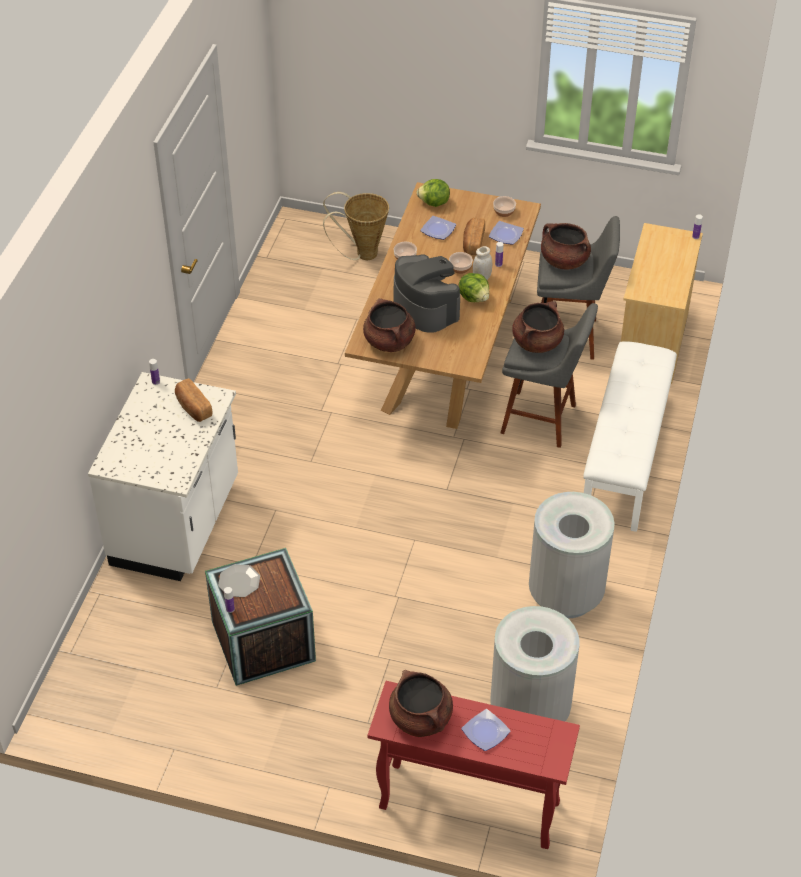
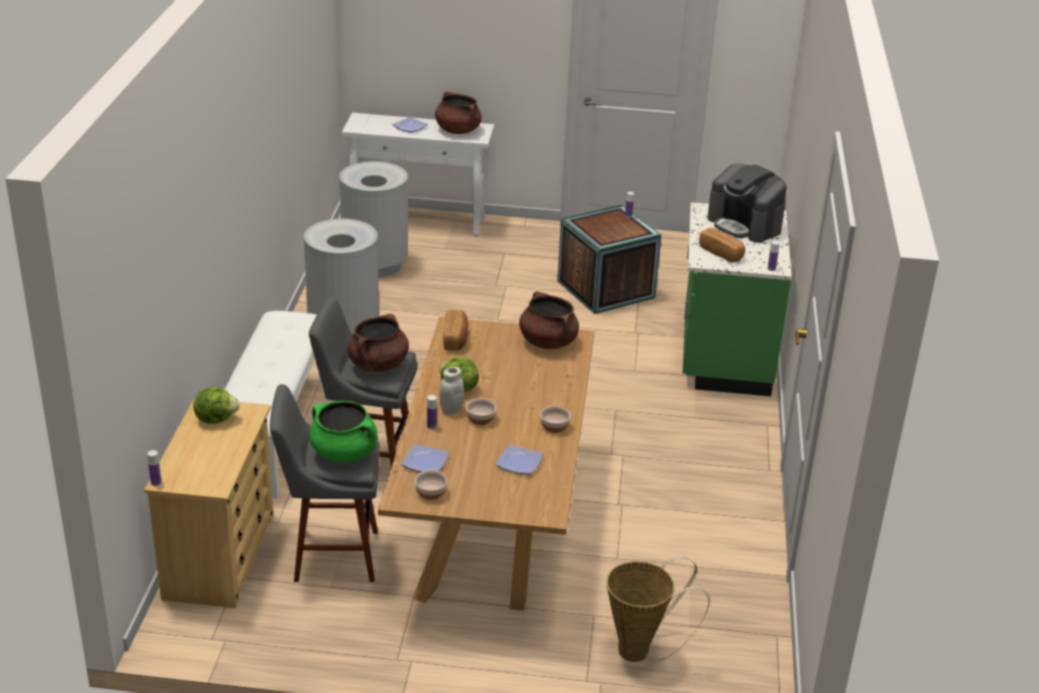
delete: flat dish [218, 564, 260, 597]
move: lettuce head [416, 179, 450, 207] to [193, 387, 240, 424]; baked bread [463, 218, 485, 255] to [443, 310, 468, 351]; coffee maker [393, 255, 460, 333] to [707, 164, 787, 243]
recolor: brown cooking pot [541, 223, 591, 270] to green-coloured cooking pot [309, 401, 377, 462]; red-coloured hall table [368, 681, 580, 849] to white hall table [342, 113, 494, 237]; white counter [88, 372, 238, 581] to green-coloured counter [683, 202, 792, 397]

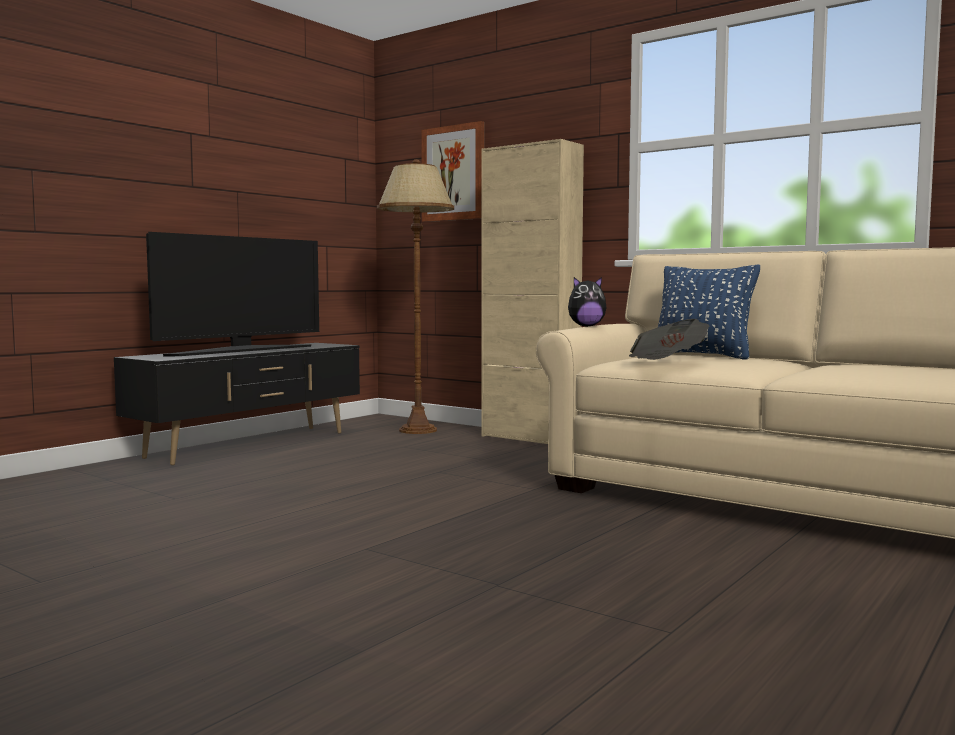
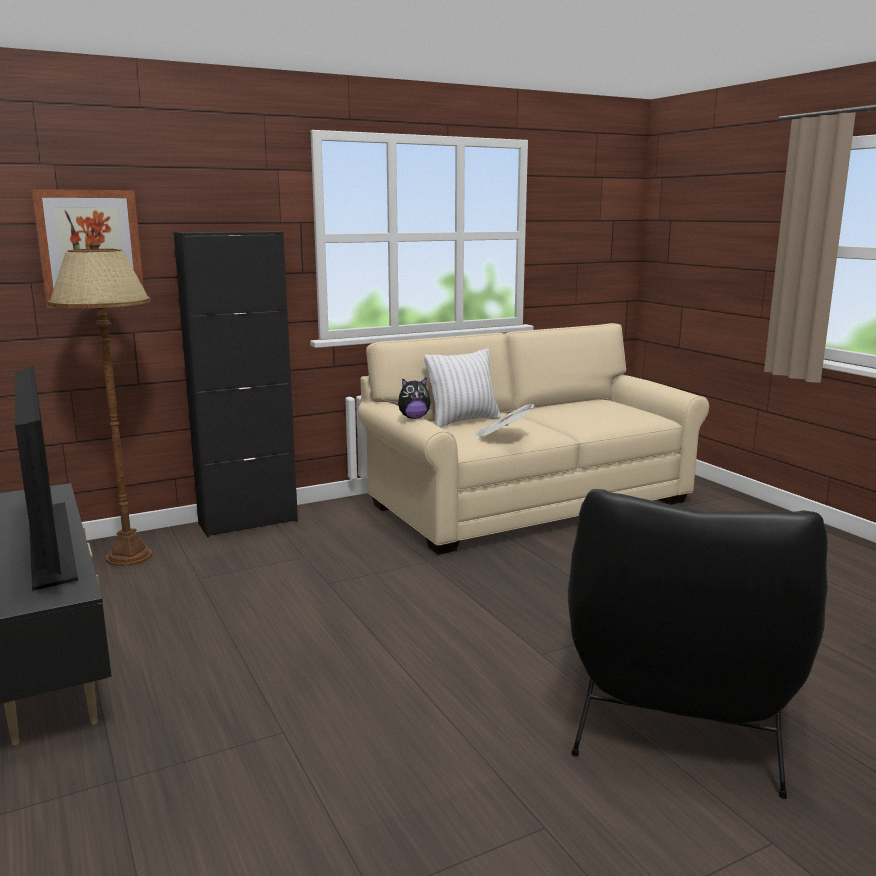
insert: black armchair [568, 489, 828, 799]
recolor: beige storage cabinet [481, 139, 584, 444] to black storage cabinet [173, 231, 298, 537]; blue-coloured pillow [658, 265, 760, 360] to white pillow [424, 349, 501, 427]
rotate: cuddly toy [568, 277, 607, 327] = [398, 378, 431, 419] 60 degrees clockwise

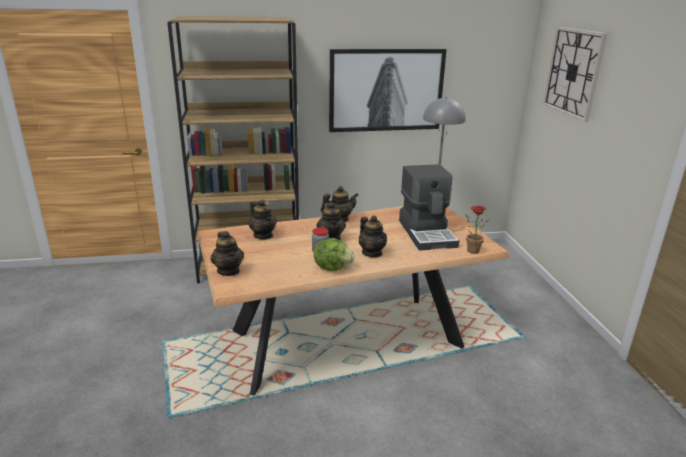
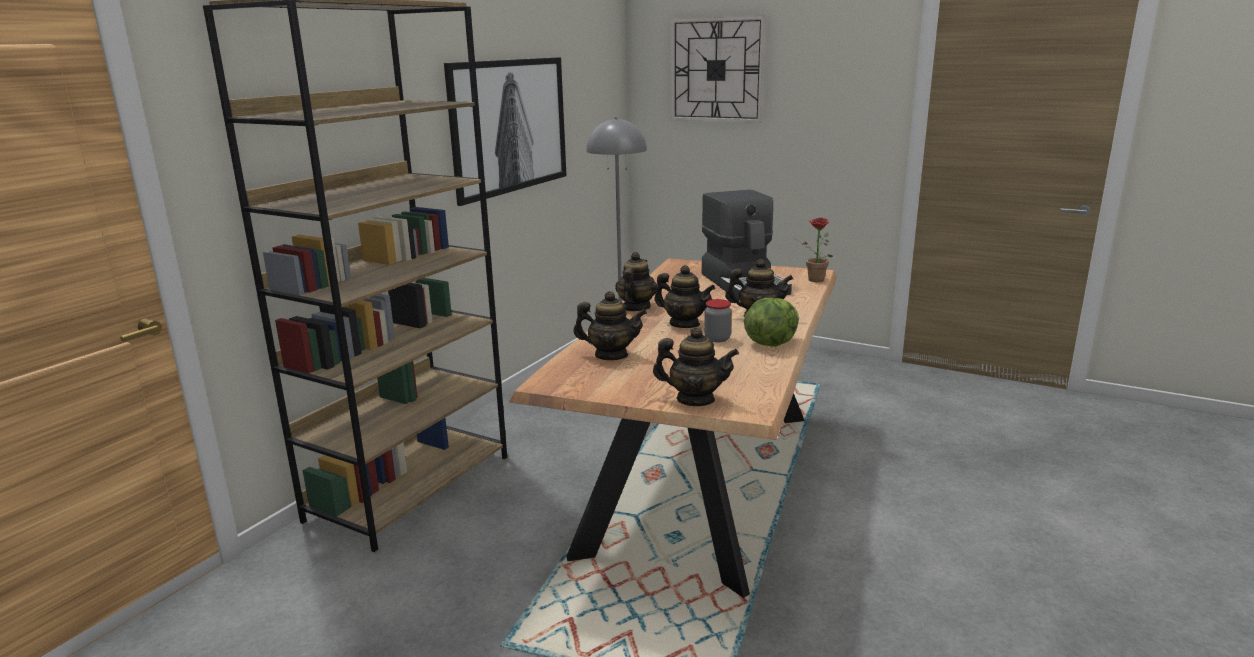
rotate: coffee maker [399, 164, 459, 251] = [702, 190, 792, 301] 45 degrees clockwise

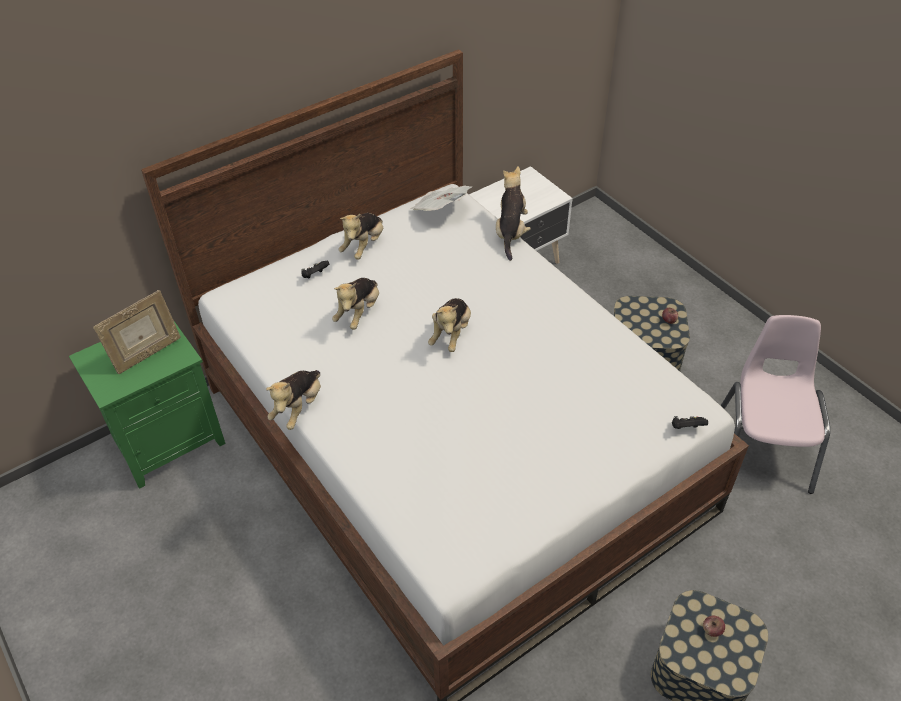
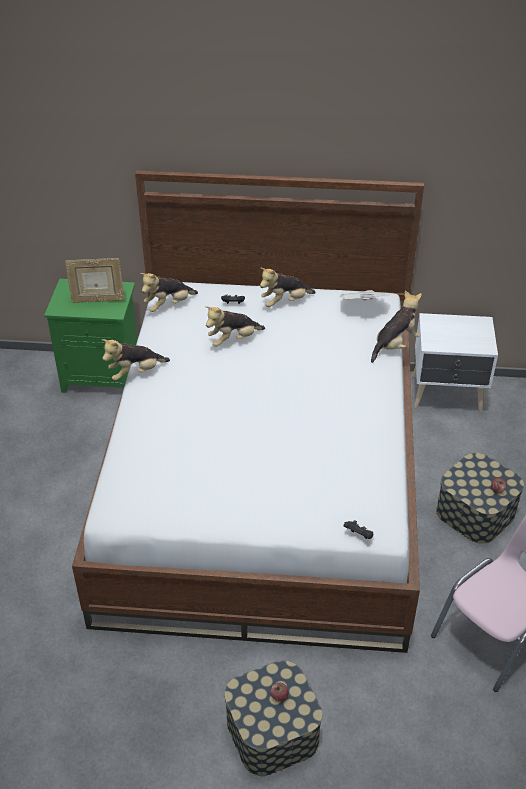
move: cuddly toy [428, 298, 471, 352] to [140, 273, 198, 312]

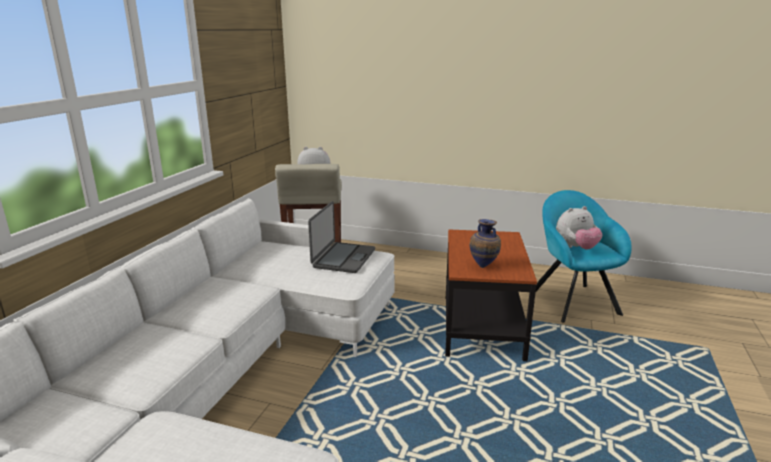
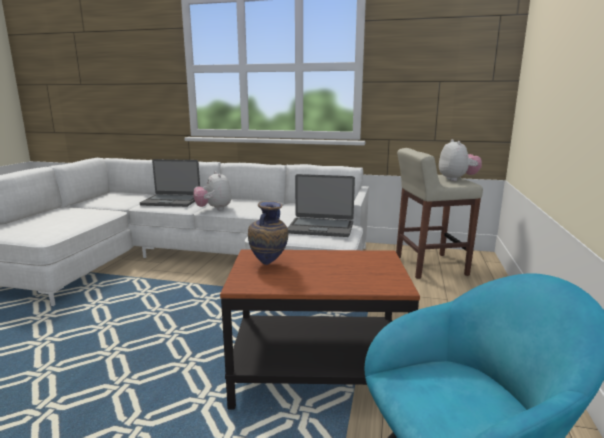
insert: notebook computer [140, 159, 200, 207]
move: cuddly toy [556, 206, 603, 250] to [193, 171, 232, 210]

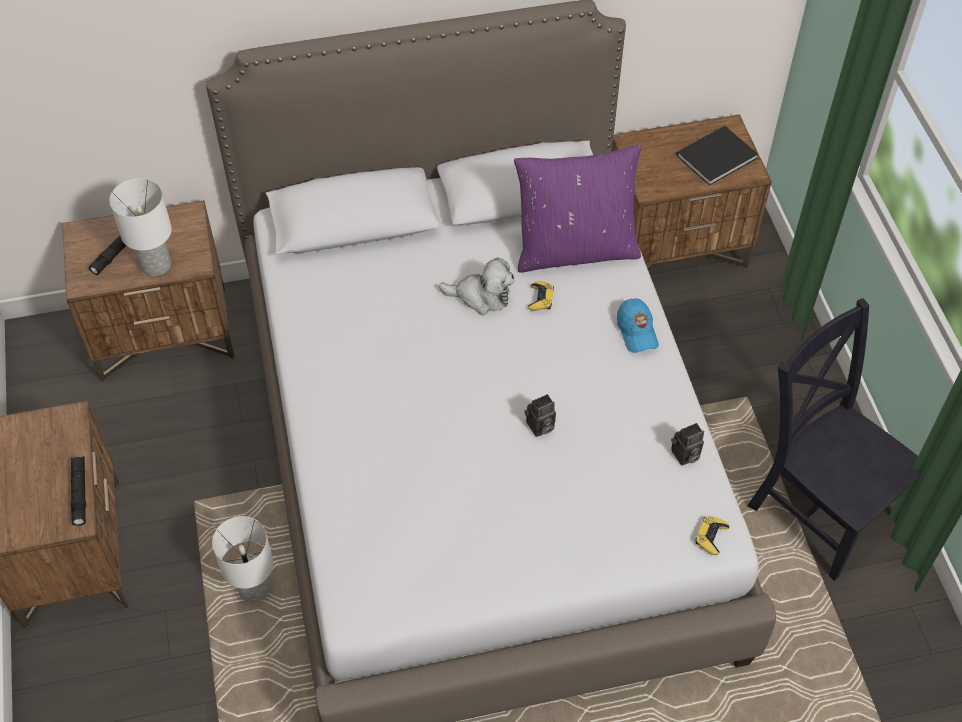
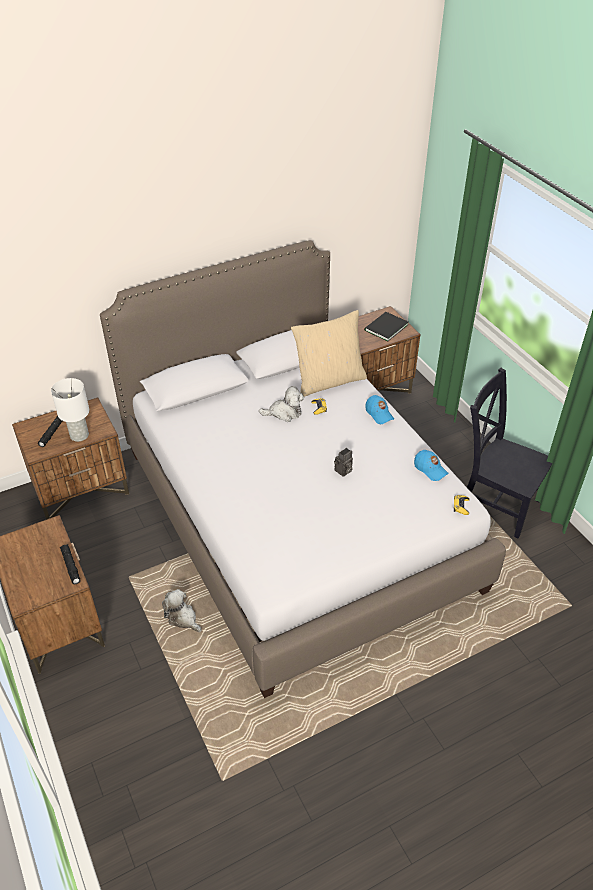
replace: white tabletop lamp [212, 516, 273, 603] to cuddly toy [162, 589, 201, 632]; still camera [671, 423, 704, 465] to blue-coloured baseball cap [414, 450, 449, 481]
recolor: purple-coloured pillow [514, 145, 641, 273] to beige pillow [291, 310, 367, 397]

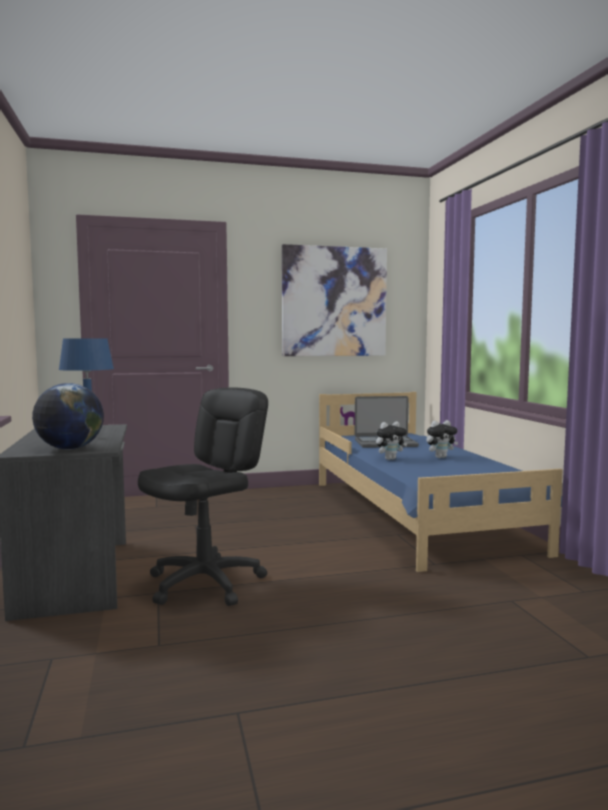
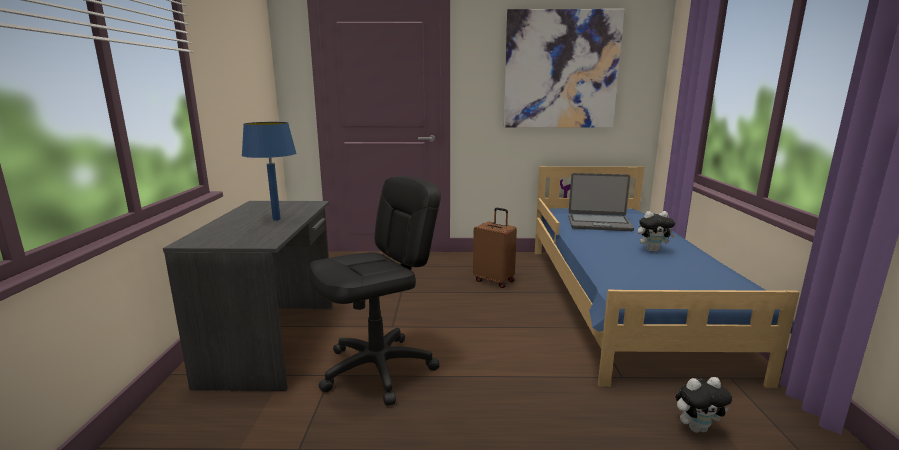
delete: desk globe [32, 383, 104, 450]
insert: brown suitcase [473, 208, 517, 288]
move: cuddly toy [376, 422, 407, 460] to [676, 377, 732, 433]

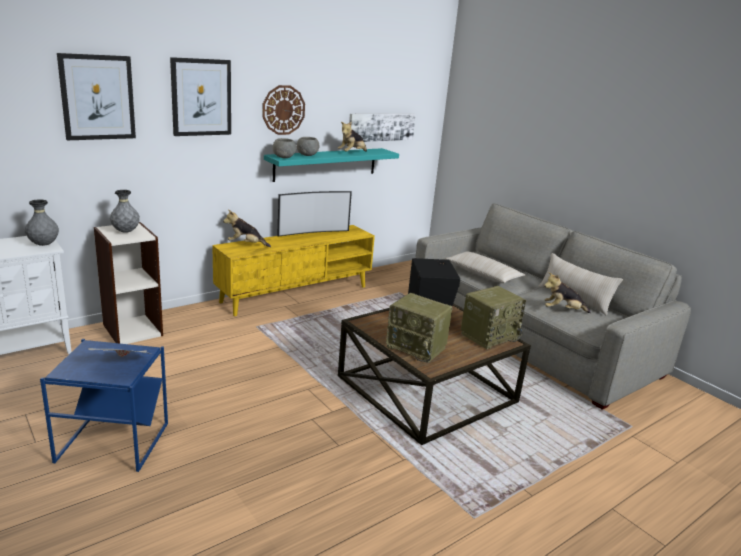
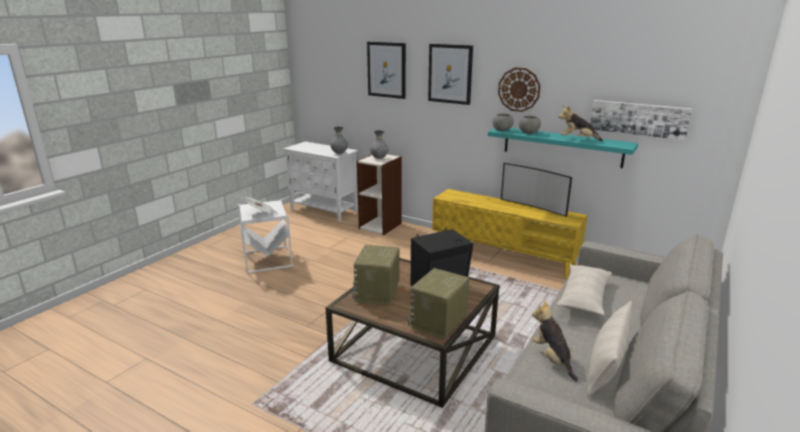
delete: cuddly toy [223, 210, 271, 247]
recolor: blue-coloured end table [40, 339, 168, 472] to white end table [238, 200, 293, 273]
rotate: radio receiver [461, 286, 526, 349] = [408, 268, 469, 340] 90 degrees clockwise

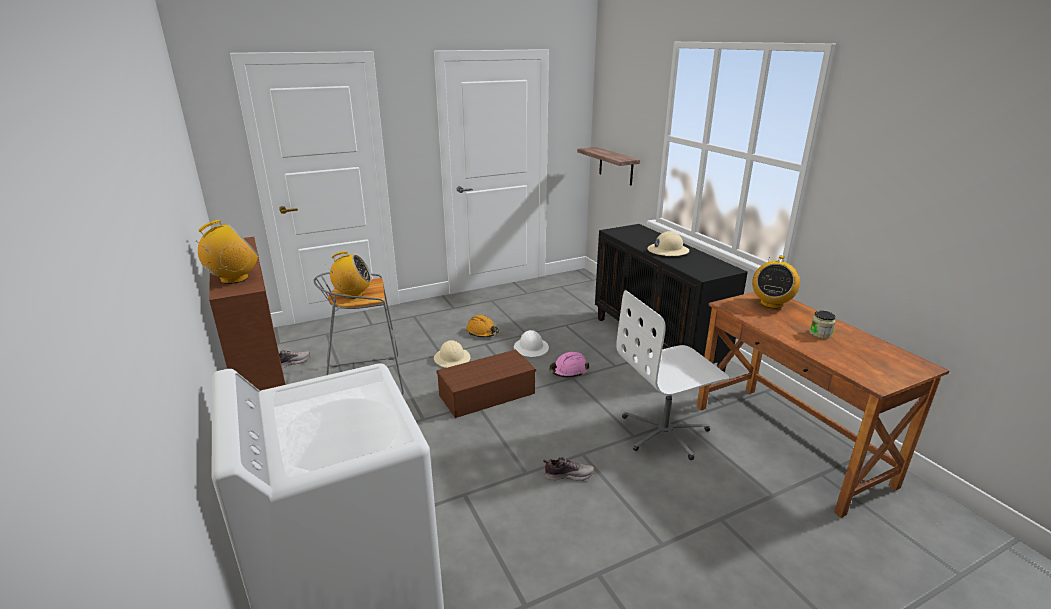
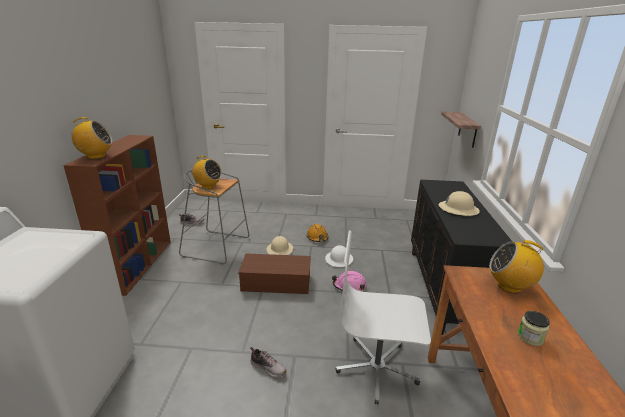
rotate: radio receiver [752, 255, 800, 309] = [489, 240, 545, 293] 45 degrees clockwise

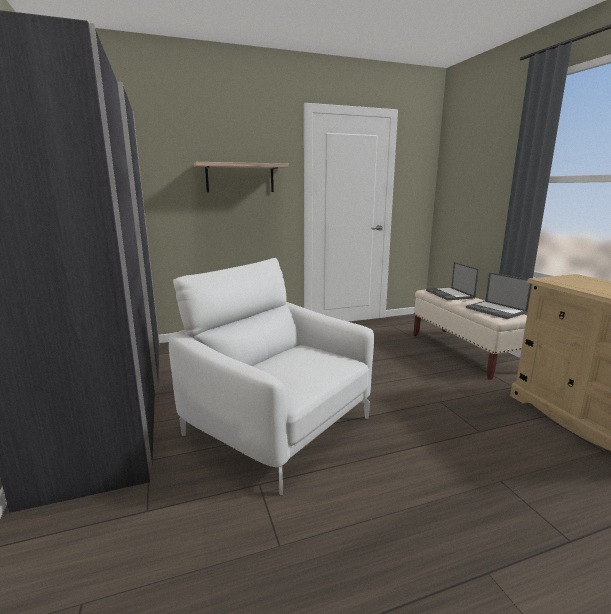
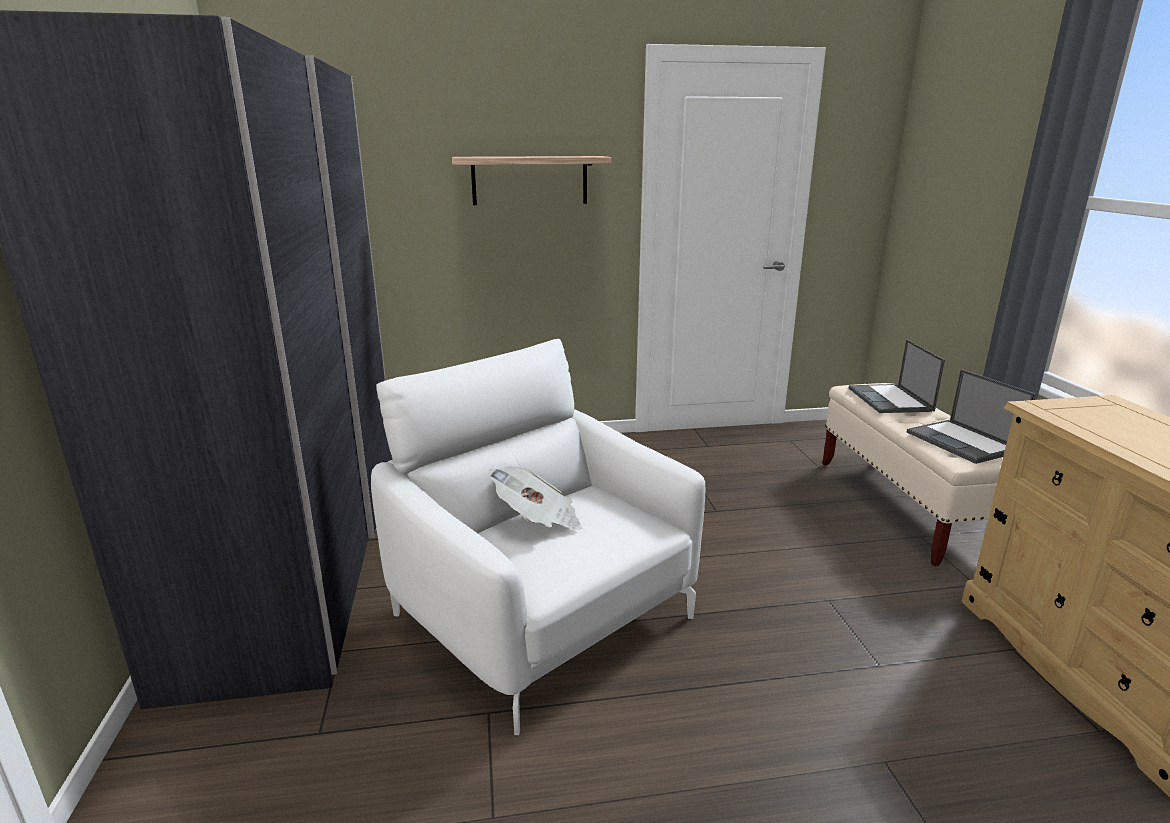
insert: daily paper [488, 466, 582, 530]

